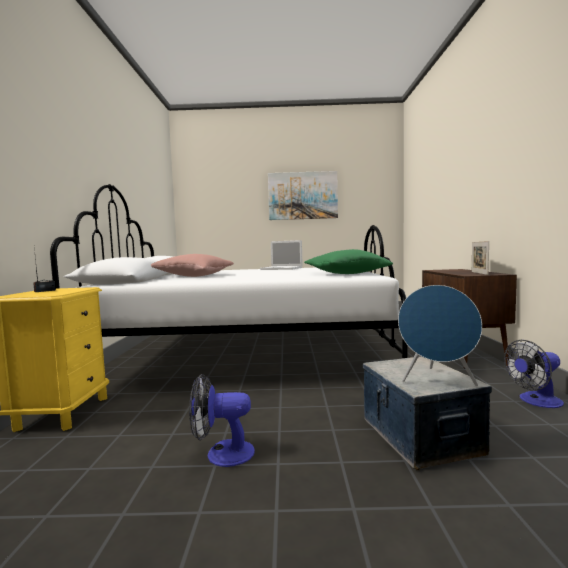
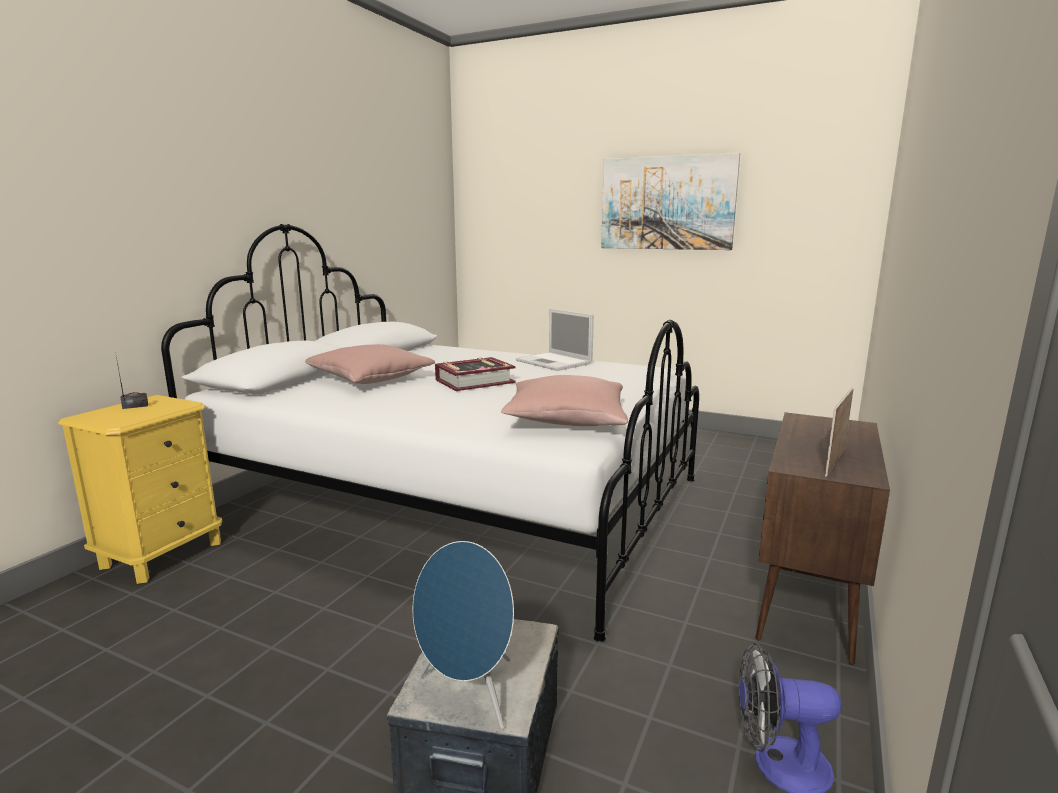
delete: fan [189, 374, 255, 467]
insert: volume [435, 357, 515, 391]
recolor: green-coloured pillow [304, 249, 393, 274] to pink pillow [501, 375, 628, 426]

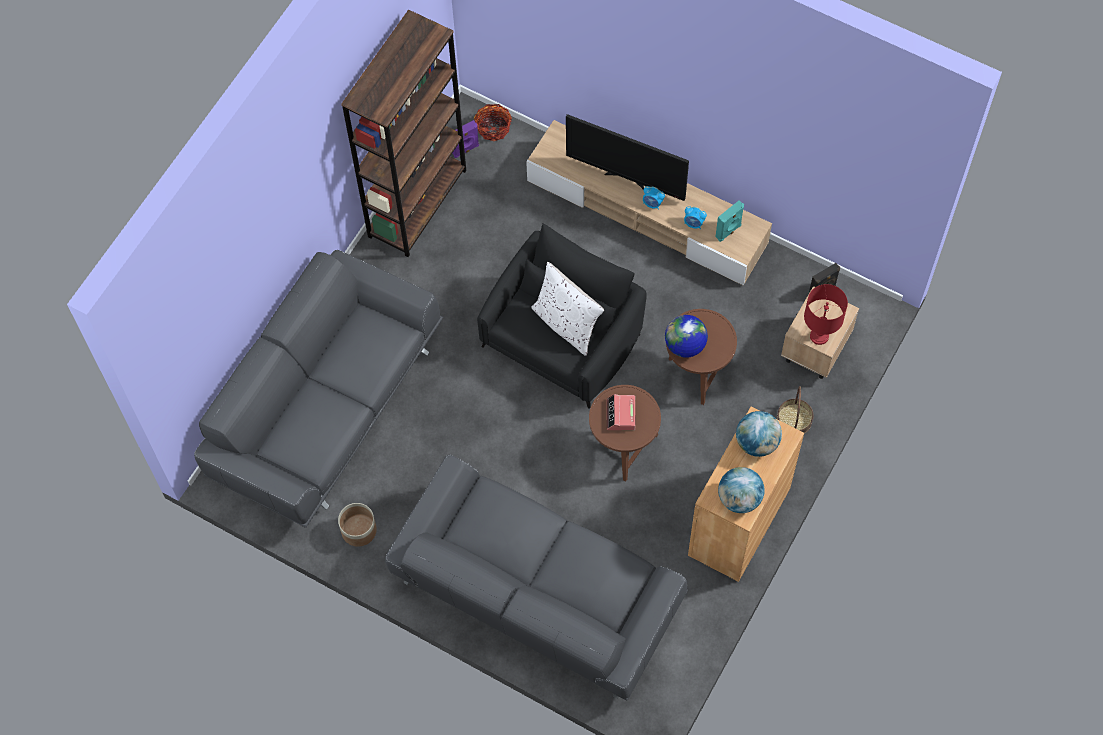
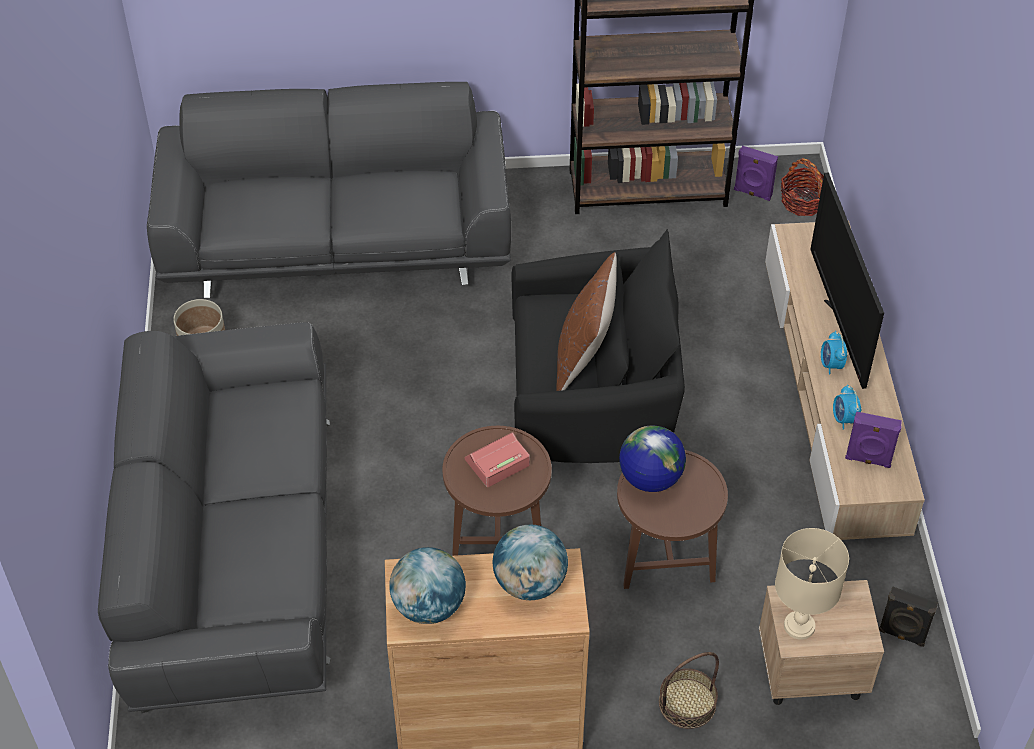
recolor: white pillow [531, 262, 604, 356] to brown pillow [556, 252, 617, 391]; red-coloured tabletop lamp [804, 284, 848, 345] to beige tabletop lamp [775, 528, 849, 640]; turquoise speaker [715, 201, 744, 242] to purple-coloured speaker [845, 411, 902, 468]

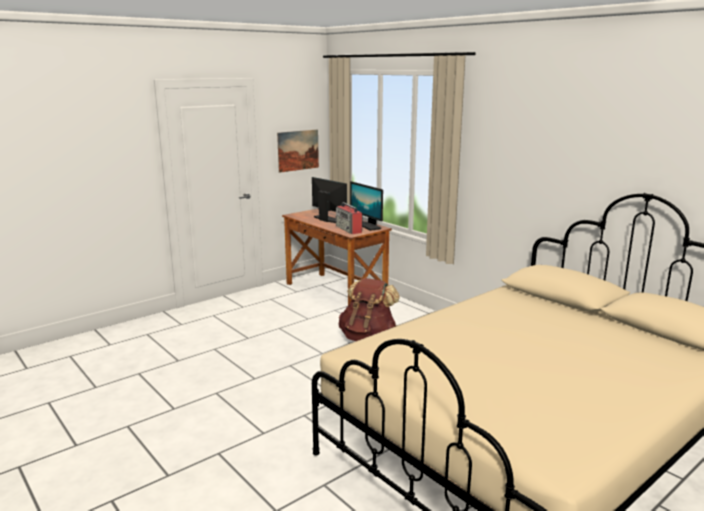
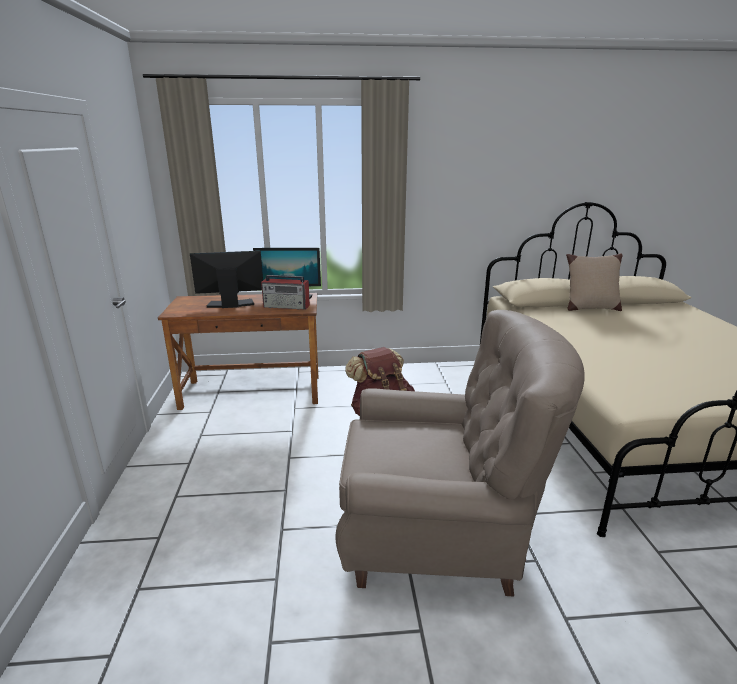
delete: picture [277, 129, 319, 173]
insert: beige armchair [336, 310, 585, 596]; beige pillow [566, 253, 623, 311]

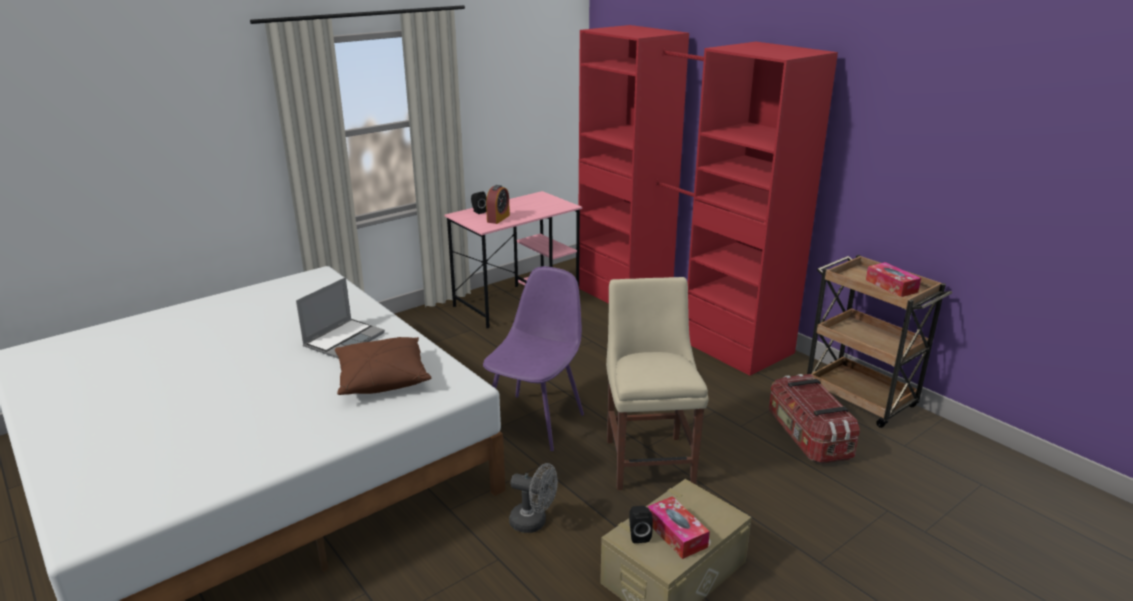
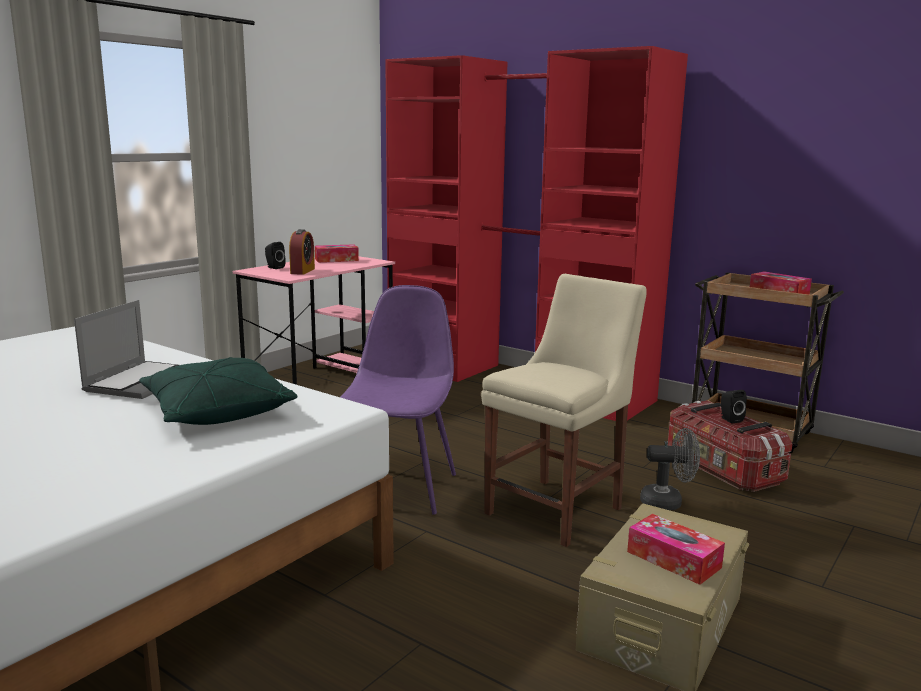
insert: tissue holder [315, 244, 359, 263]
move: grey fan [509, 463, 558, 533] to [640, 428, 700, 510]; black speaker [629, 506, 653, 543] to [721, 390, 747, 423]
recolor: brown pillow [335, 337, 431, 395] to green-coloured pillow [139, 357, 298, 425]
rotate: beige plain chair [606, 277, 708, 490] = [481, 274, 647, 547] 60 degrees clockwise

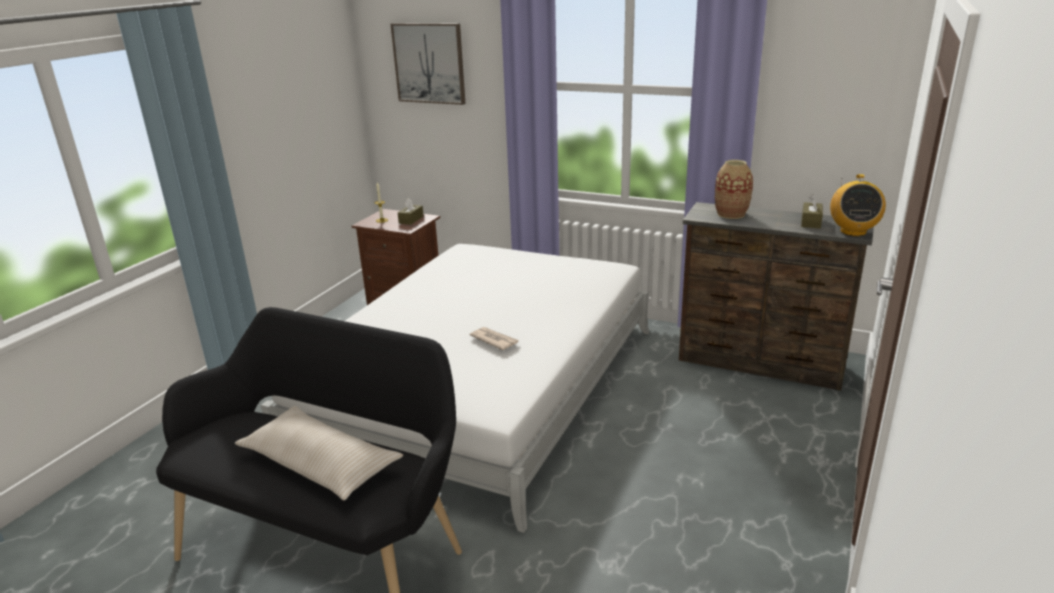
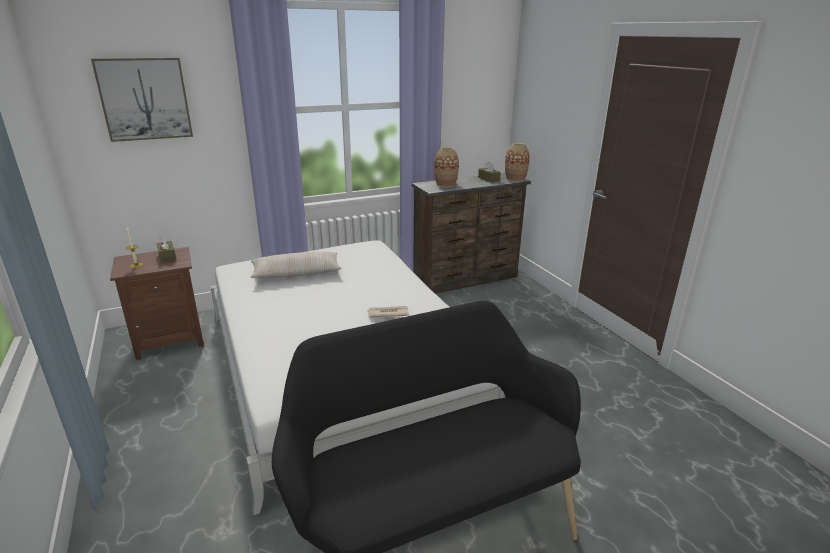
move: beige pillow [235, 406, 403, 500] to [251, 252, 342, 278]
replace: radio receiver [830, 174, 886, 237] to flower vase [505, 143, 530, 182]

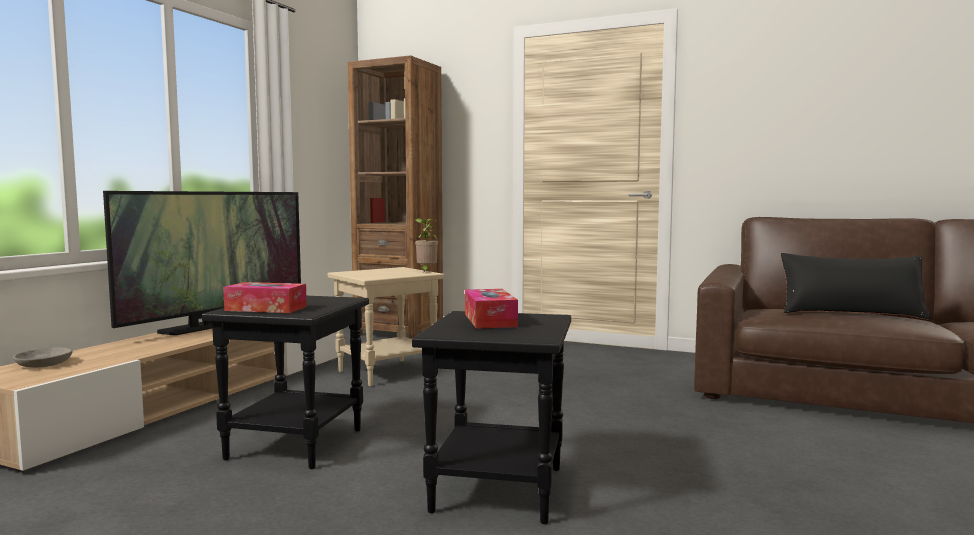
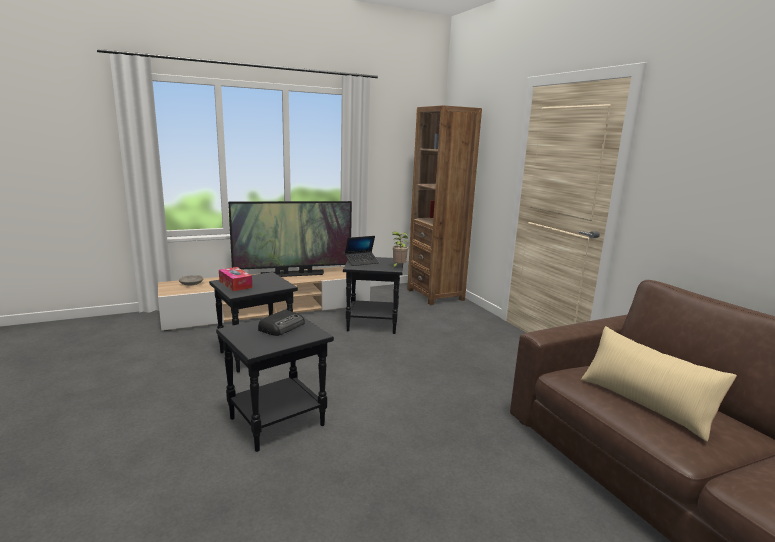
insert: notebook computer [345, 236, 379, 266]
replace: tissue holder [465, 289, 518, 329] to radio receiver [258, 309, 305, 336]
recolor: beige end table [328, 267, 444, 387] to black end table [343, 257, 403, 334]; black pillow [781, 253, 930, 319] to beige pillow [581, 326, 737, 442]

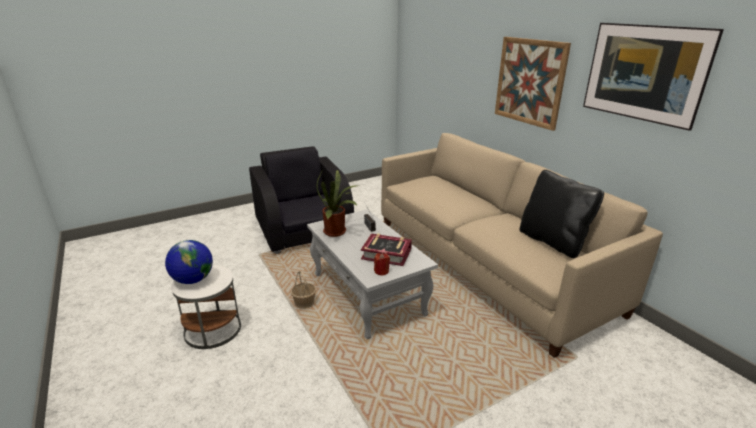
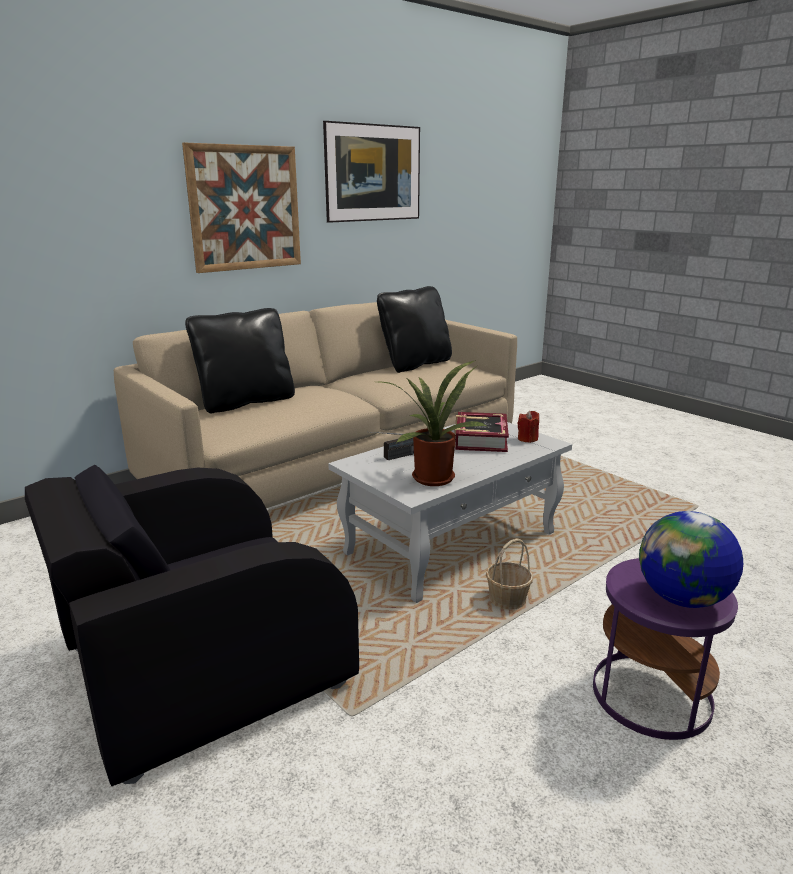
insert: black pillow [185, 308, 295, 413]
recolor: white end table [171, 265, 241, 349] to purple-coloured end table [593, 558, 738, 740]

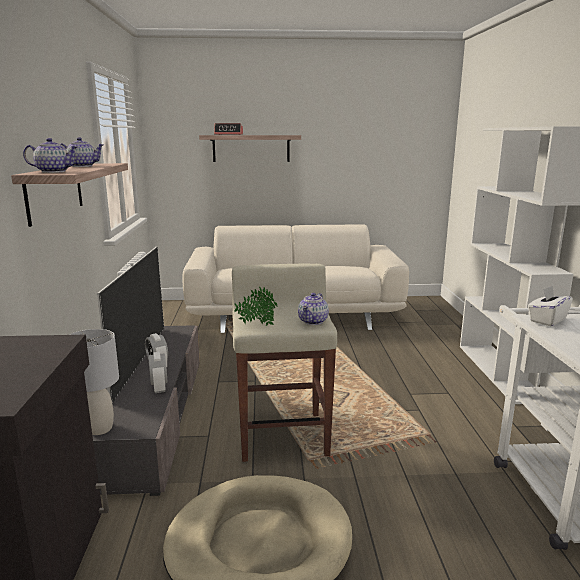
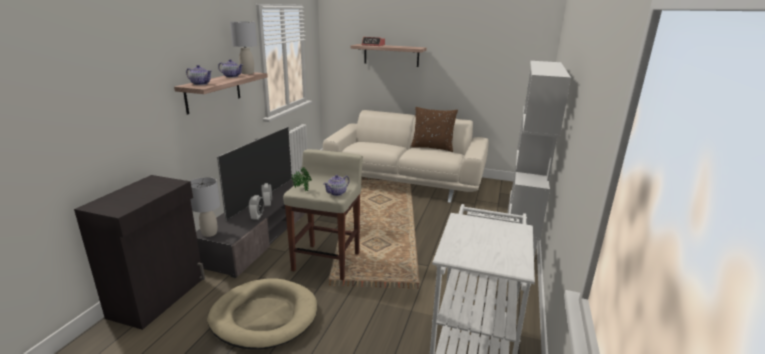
delete: white tissue holder [528, 286, 573, 326]
insert: grey tabletop lamp [230, 21, 257, 74]; brown pillow [411, 107, 458, 152]

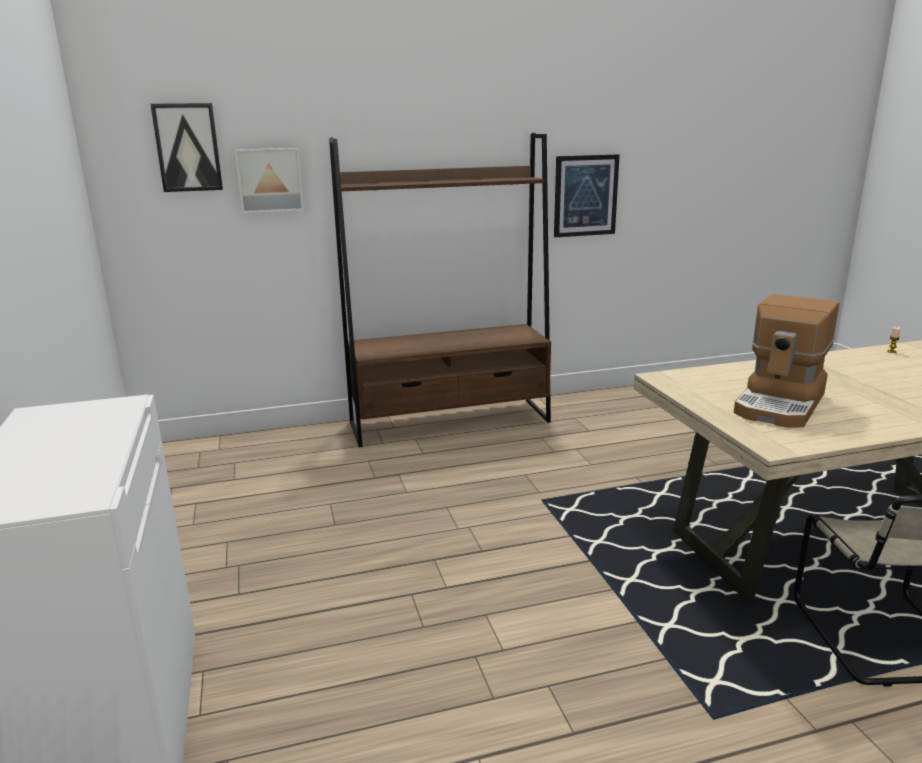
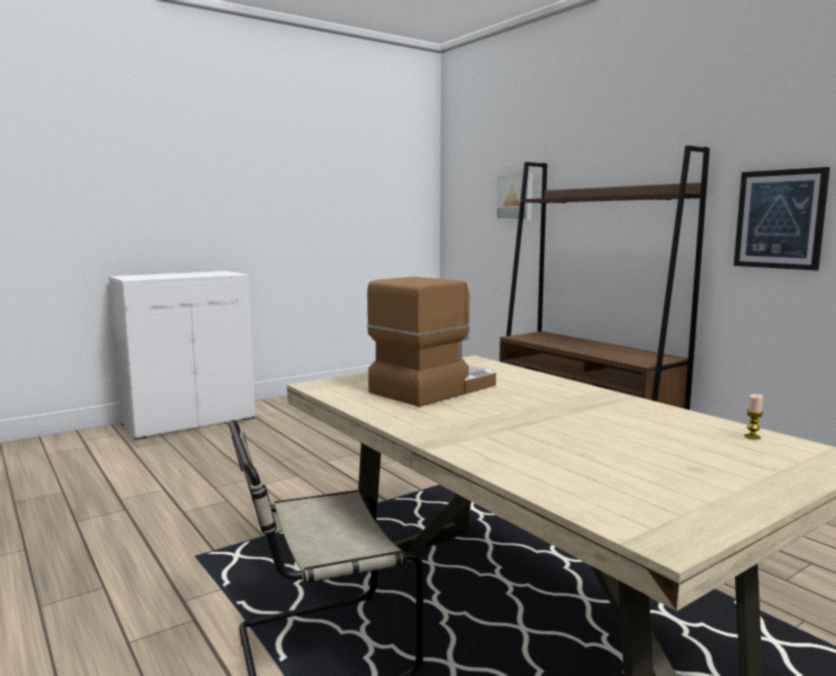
delete: picture [150, 103, 223, 192]
rotate: coffee maker [734, 294, 840, 428] = [367, 277, 496, 407] 120 degrees clockwise

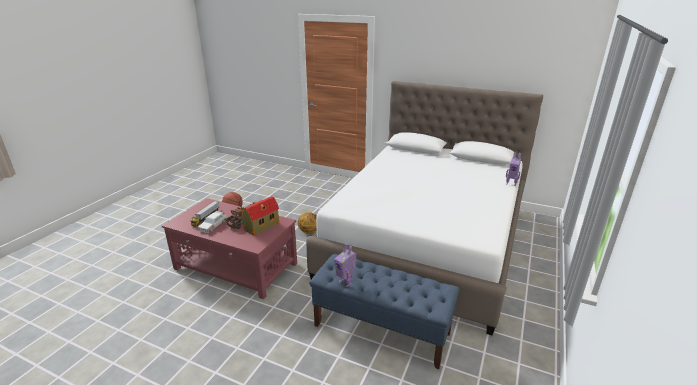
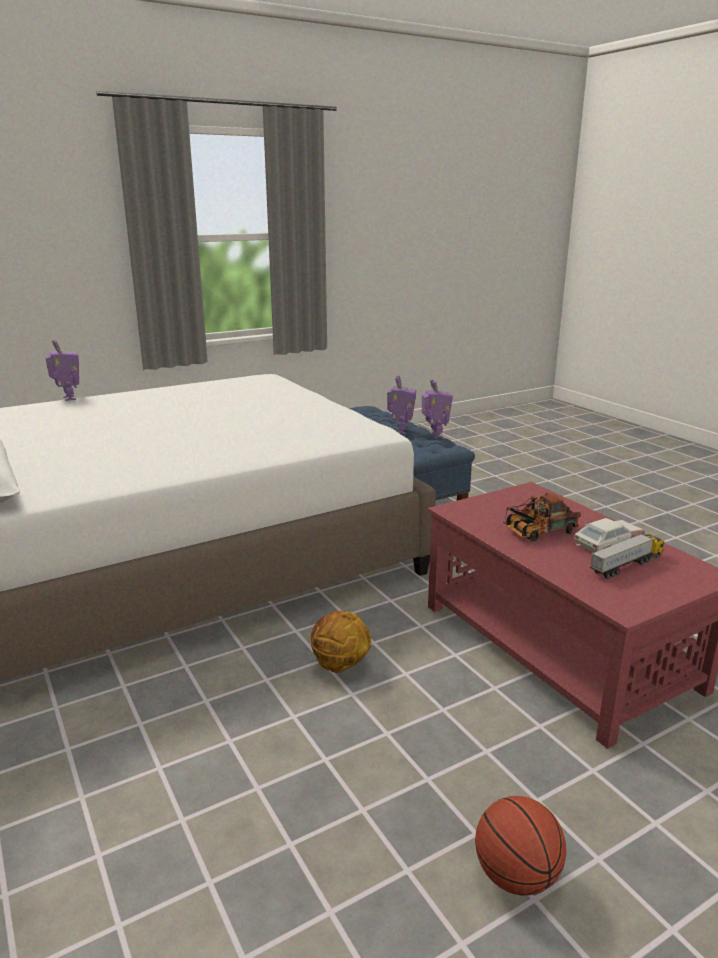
delete: miniature house [241, 196, 279, 236]
insert: model robot [387, 376, 416, 434]

